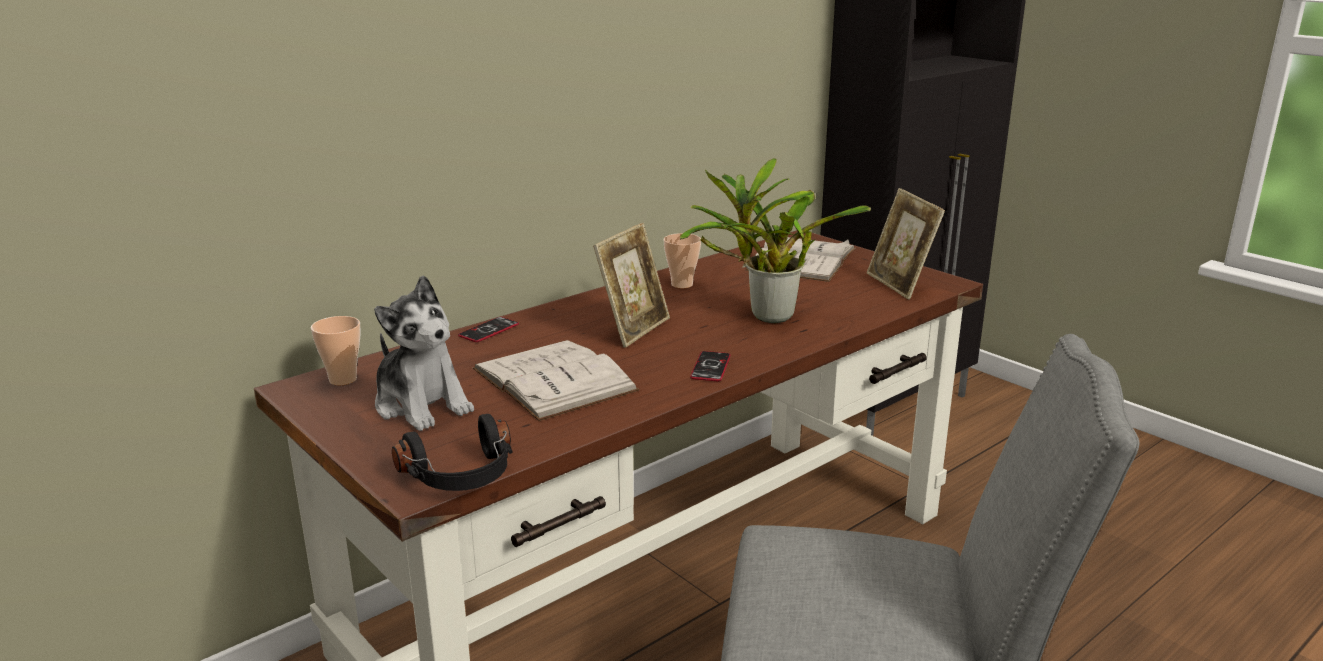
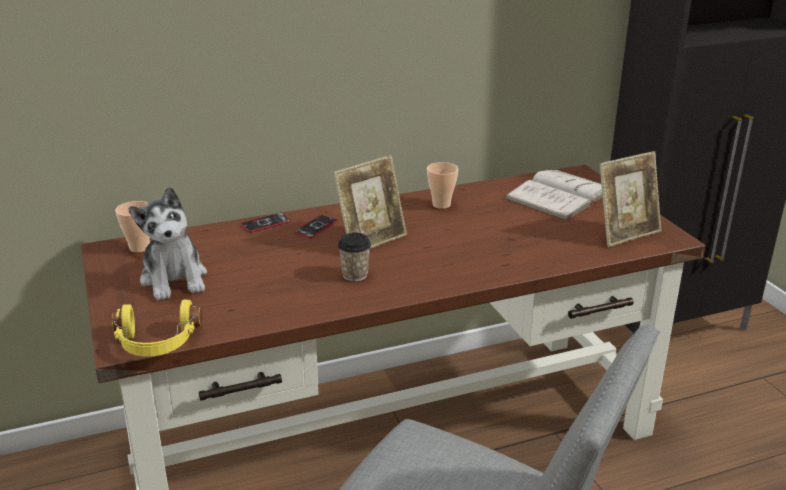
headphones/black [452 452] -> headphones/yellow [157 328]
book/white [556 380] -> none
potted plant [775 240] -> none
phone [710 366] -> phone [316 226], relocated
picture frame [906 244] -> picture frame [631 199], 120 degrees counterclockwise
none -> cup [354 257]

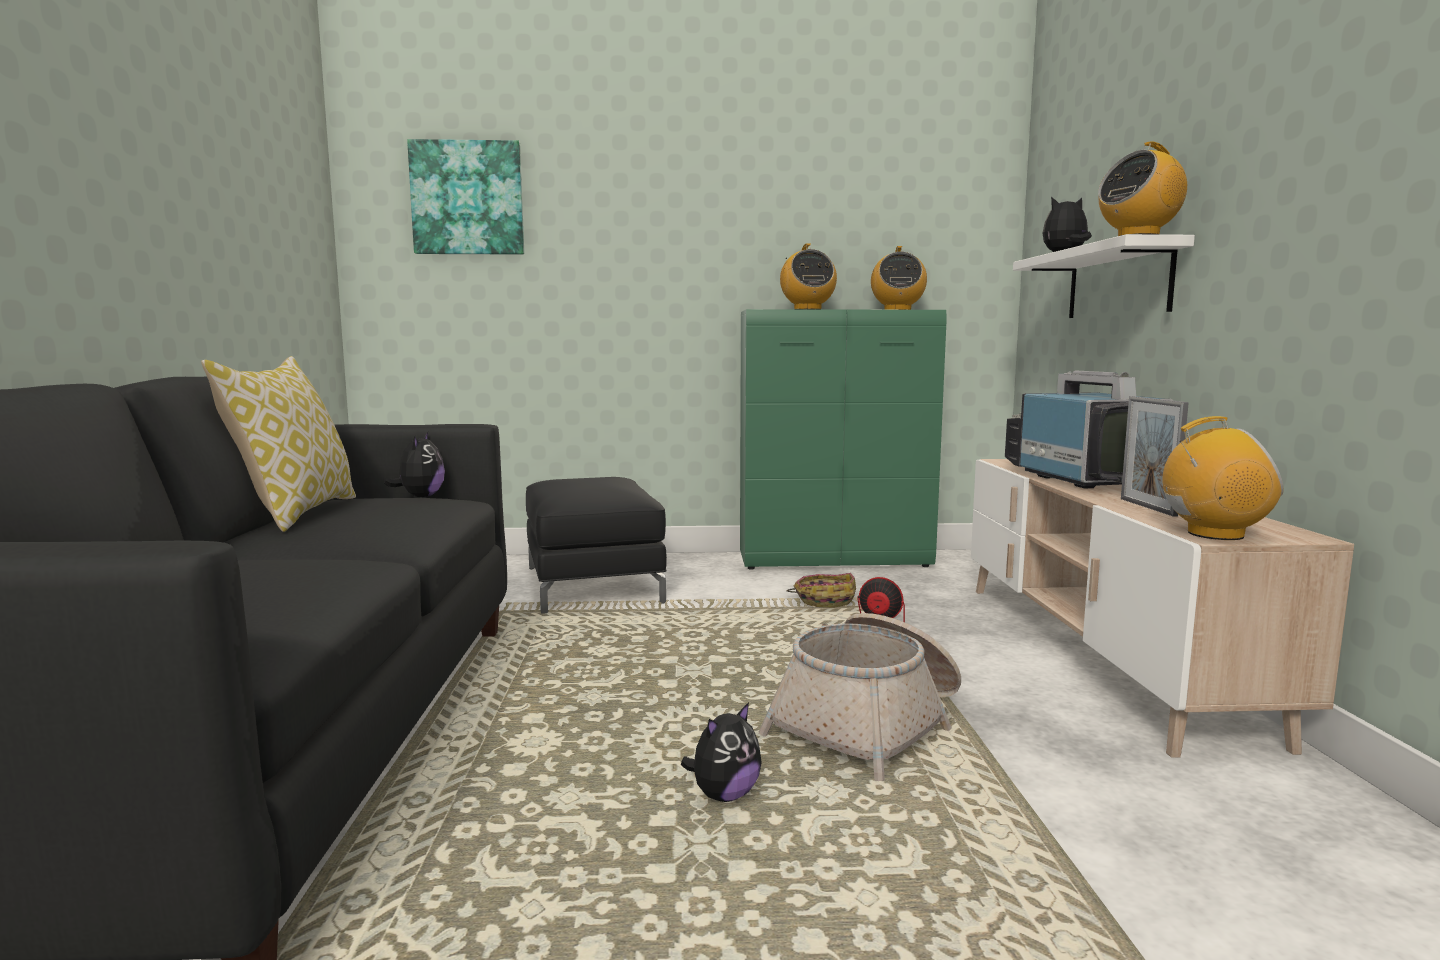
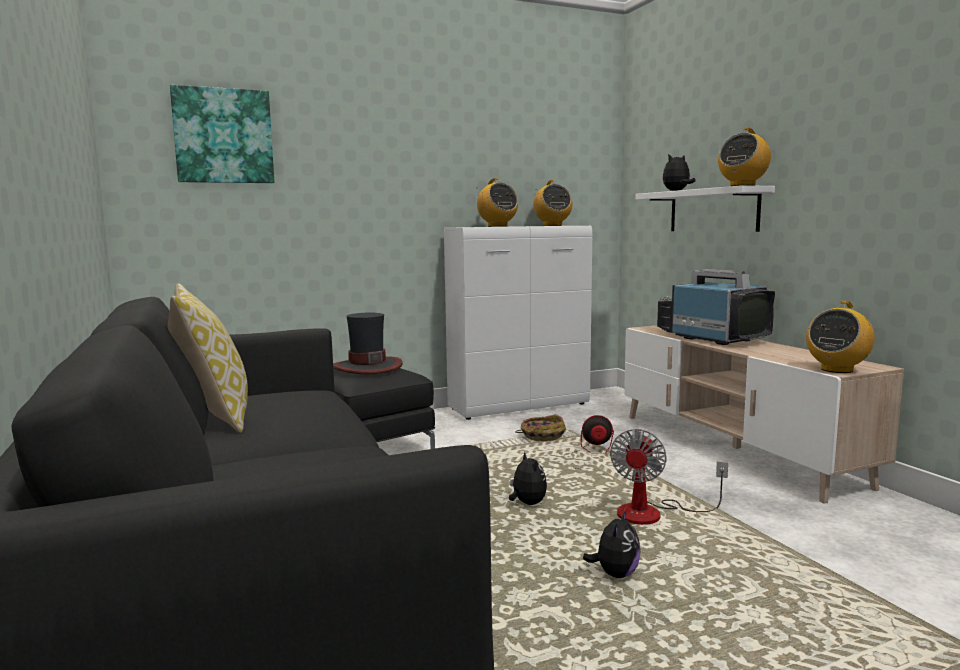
plush toy [414 464] -> plush toy [528 478], relocated
cabinet/green [843 439] -> cabinet/white [518 323]
basket [860 697] -> fan [669 477]
picture frame [1155 456] -> none
radio [1223 478] -> radio [840 337], 150 degrees clockwise
none -> hat [368 343]

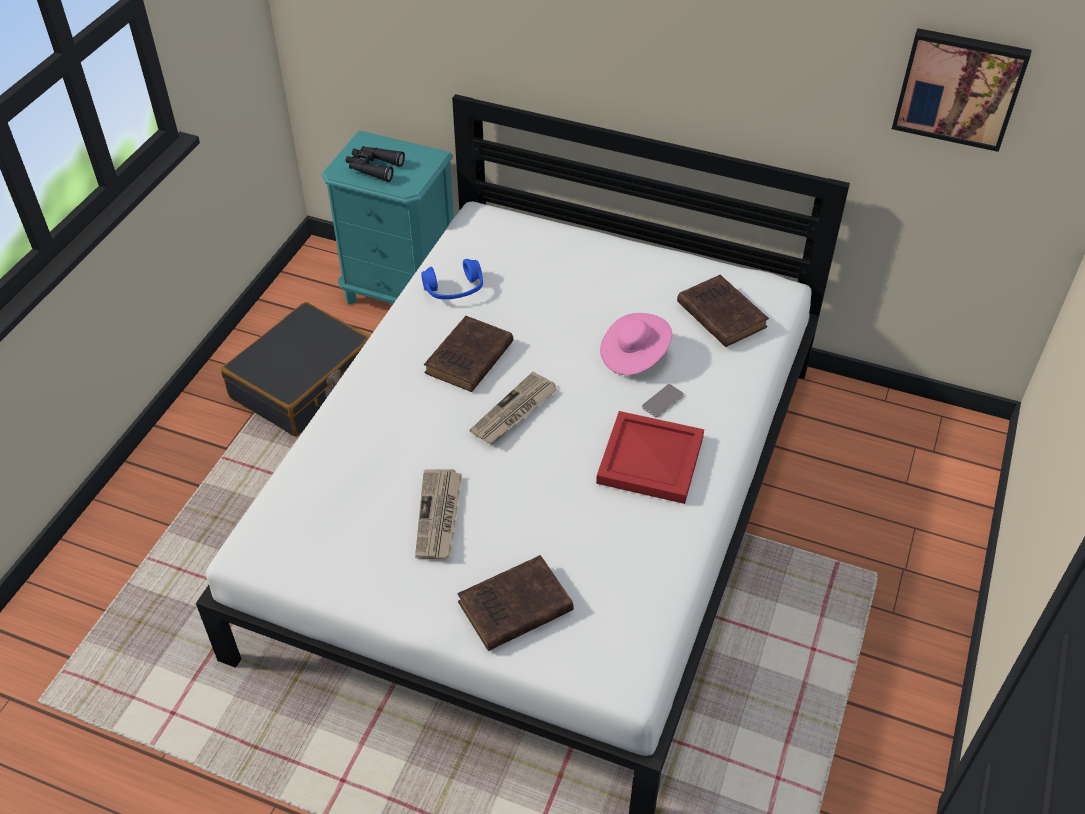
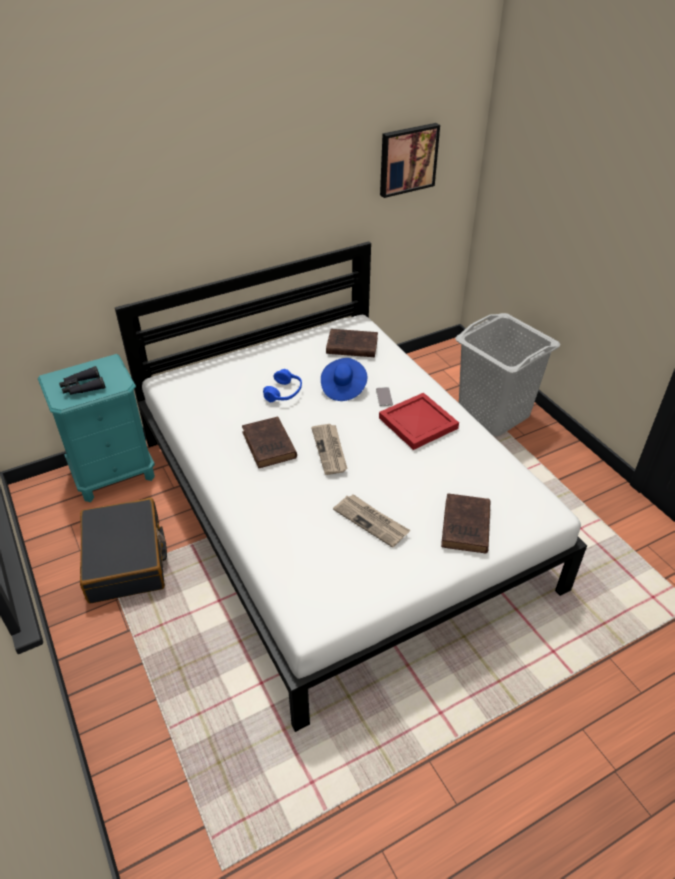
headphones/blue [452 279] -> headphones/blue [282 385], relocated
hat/pink [636 344] -> hat/blue [344 379]
none -> laundry basket/grey [508 374]

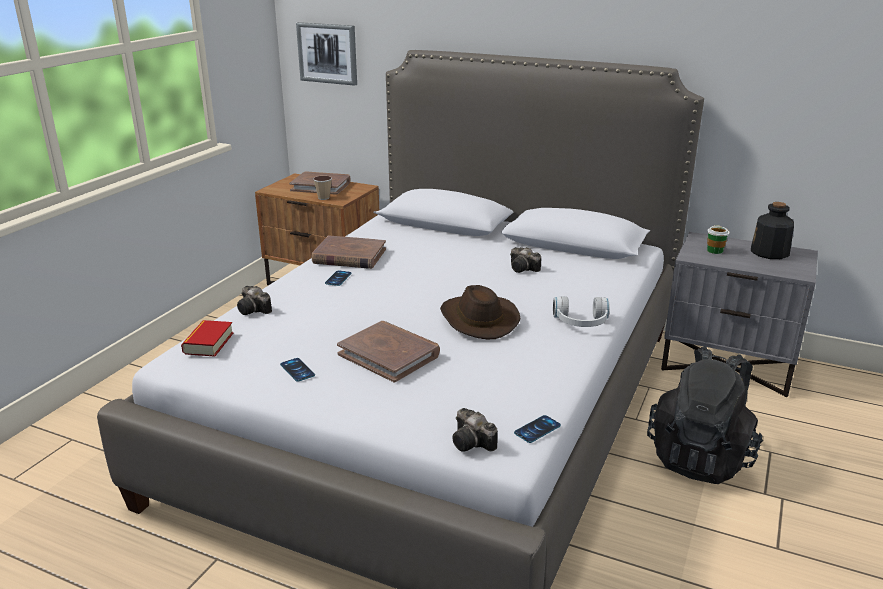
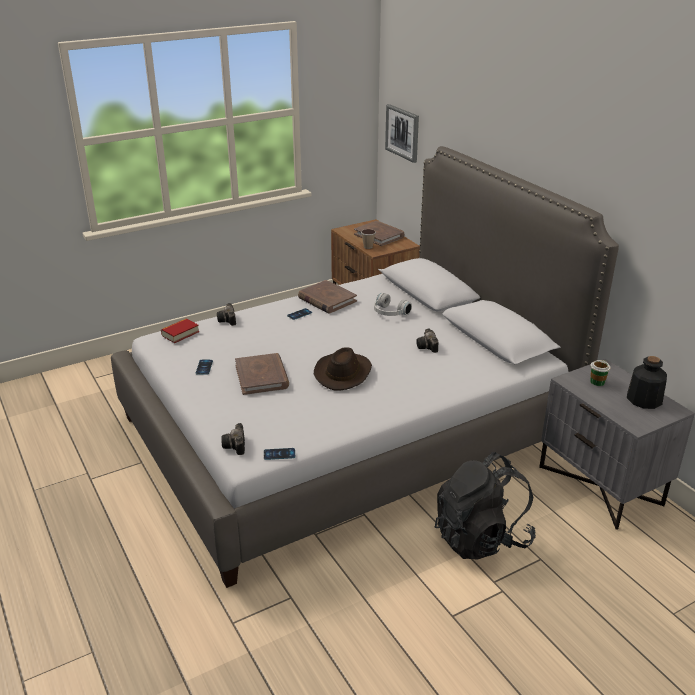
headphones/white [581 311] -> headphones/white [393 304], relocated

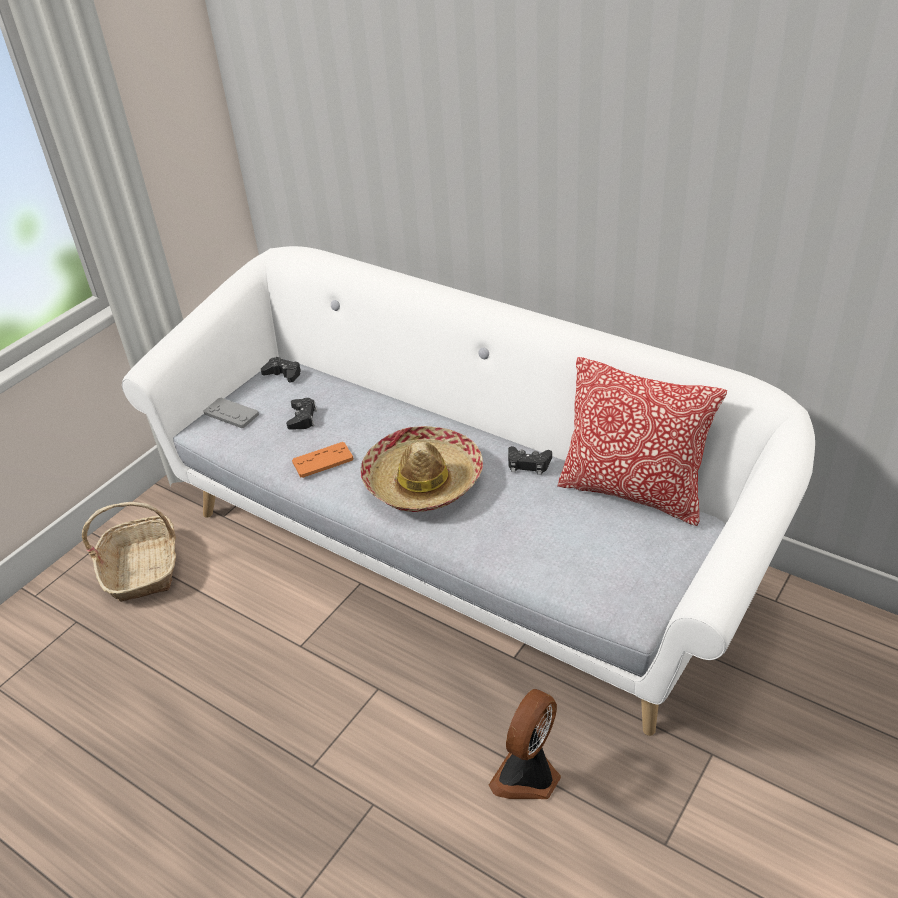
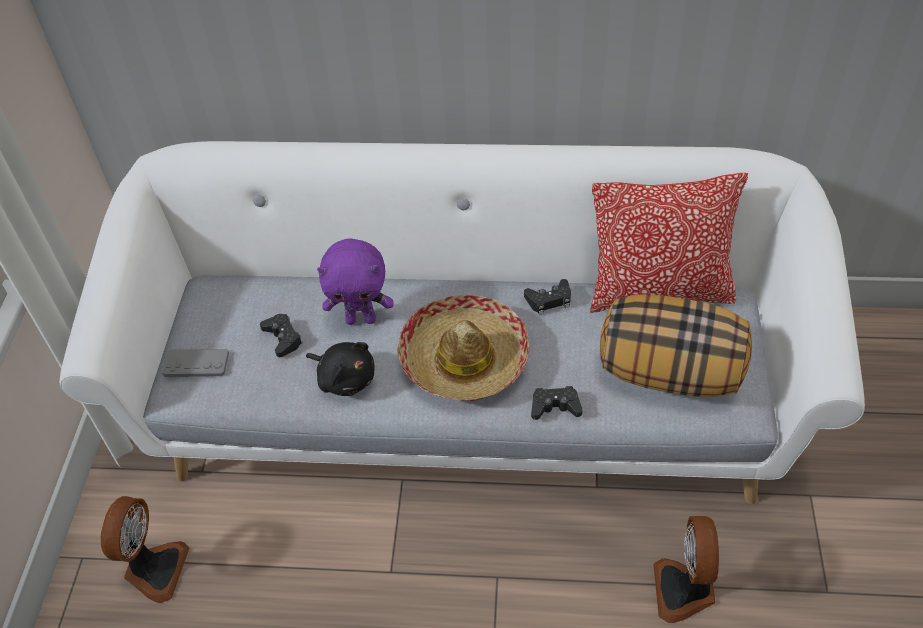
basket [129 552] -> fan [145 549]
game controller/black [281 370] -> game controller/black [557 403], relocated
game controller/orange [322 460] -> plush toy/black [340 369]
none -> plush toy/purple [355 281]
none -> pillow [676 345]

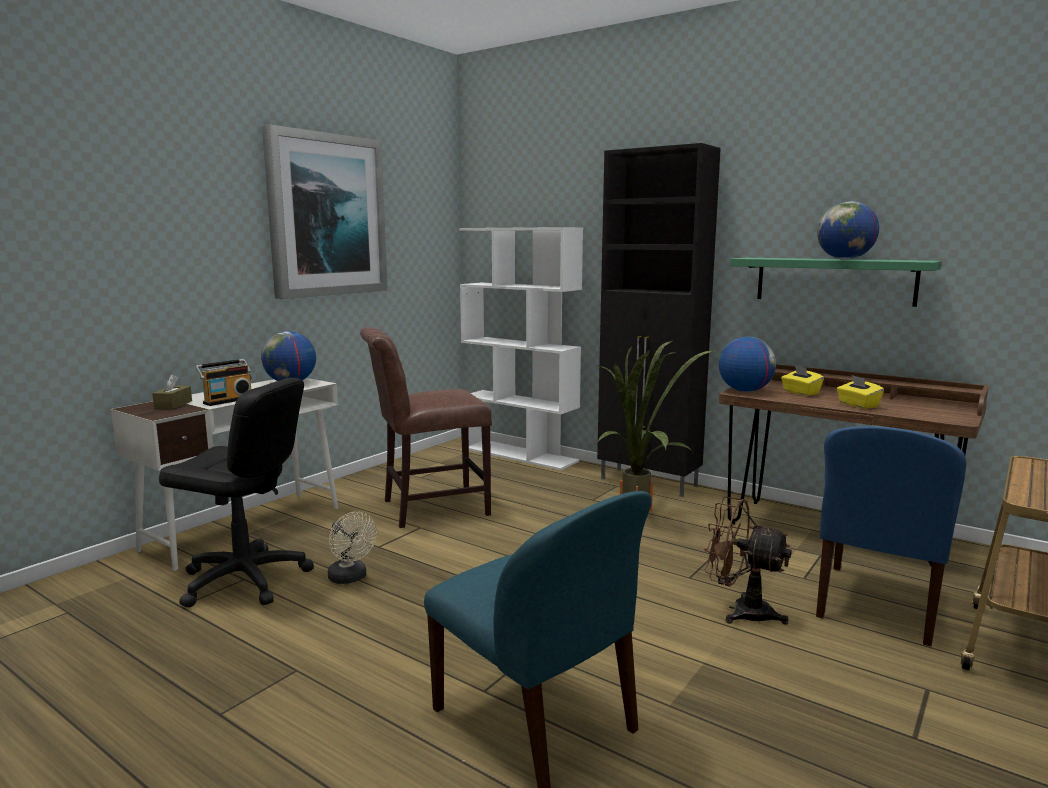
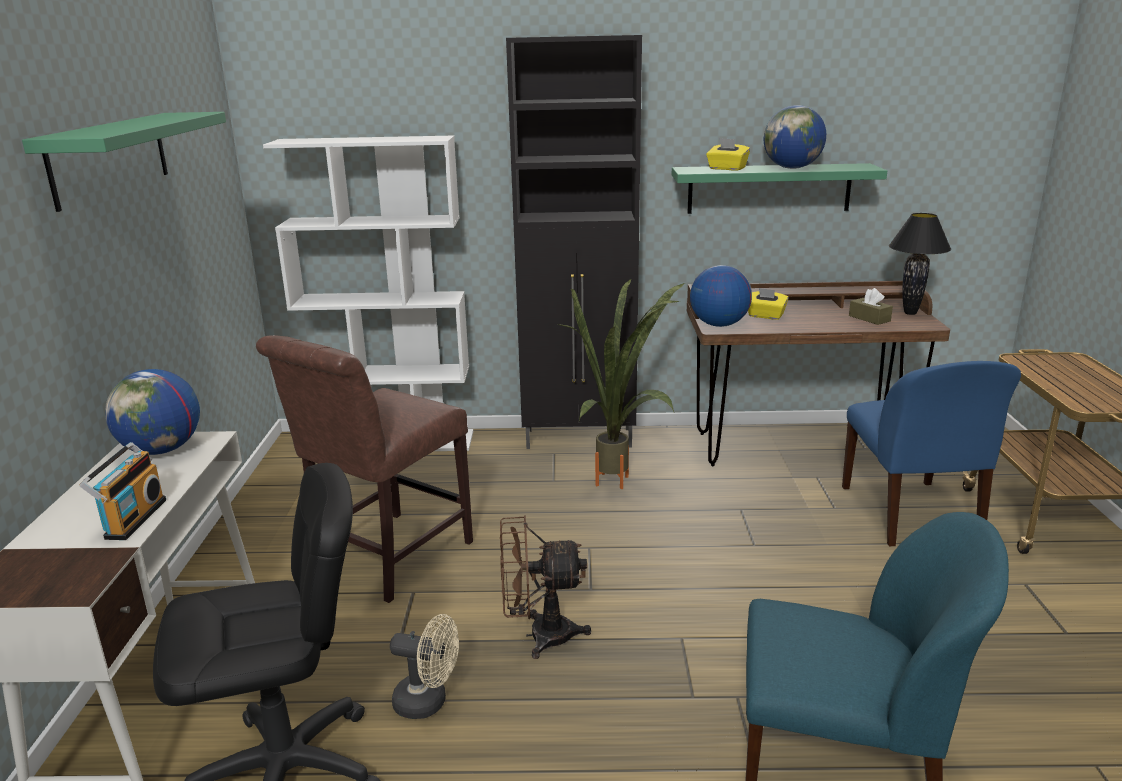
tissue box/brown [172 391] -> tissue box/brown [871 306], relocated
picture [325 211] -> shelf/green [124 162]
fan/brown [748 560] -> fan/brown [545 587], relocated
tissue box/yellow [860 392] -> tissue box/yellow [728 154], relocated
none -> table lamp/black [920 264]

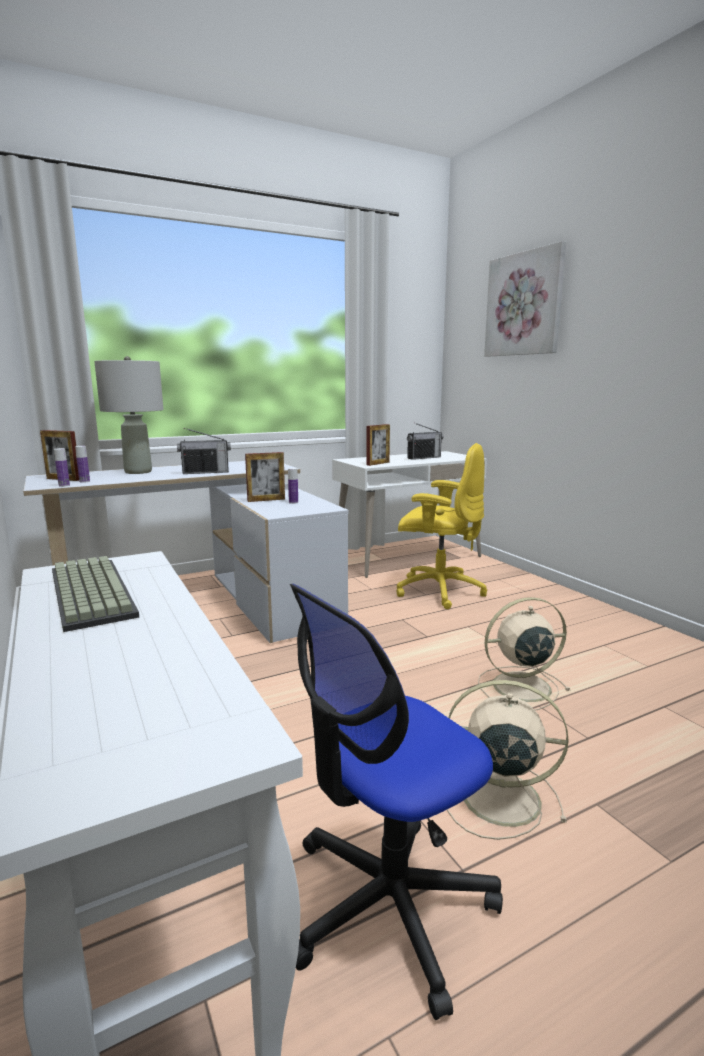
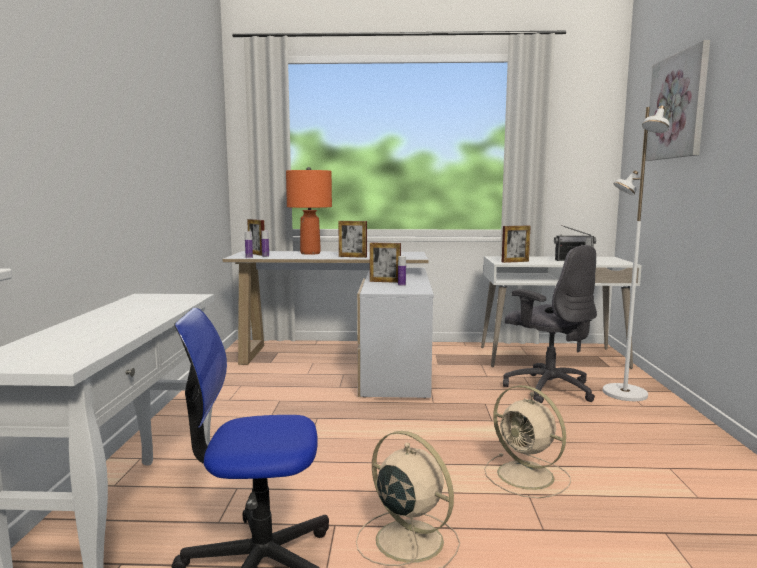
keyboard [95 594] -> none
table lamp/grey [129 415] -> table lamp/orange [309 211]
radio [204 451] -> picture frame [352 239]
office chair/yellow [441 526] -> office chair/grey [550 324]
fan/beige [524 653] -> fan/beige [527 441], 150 degrees counterclockwise
none -> floor lamp/white [636 253]

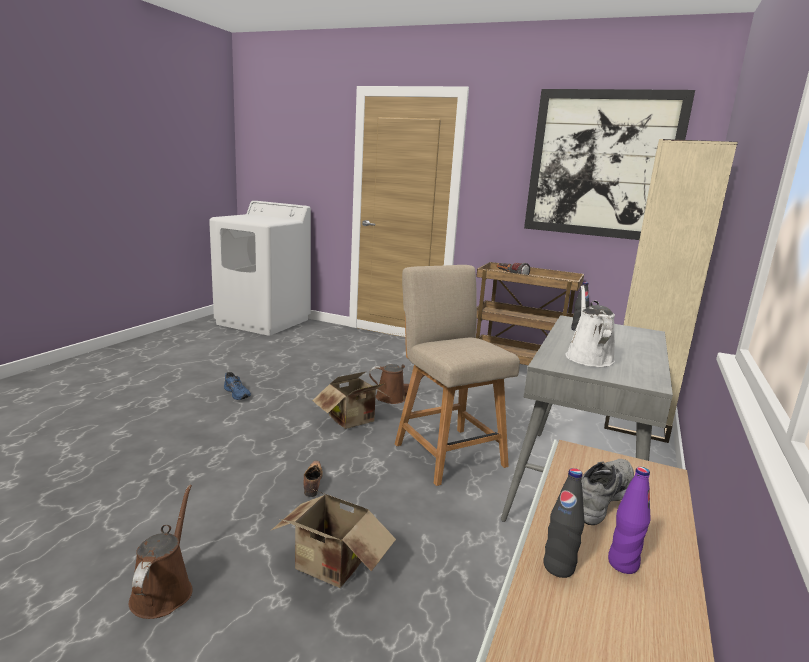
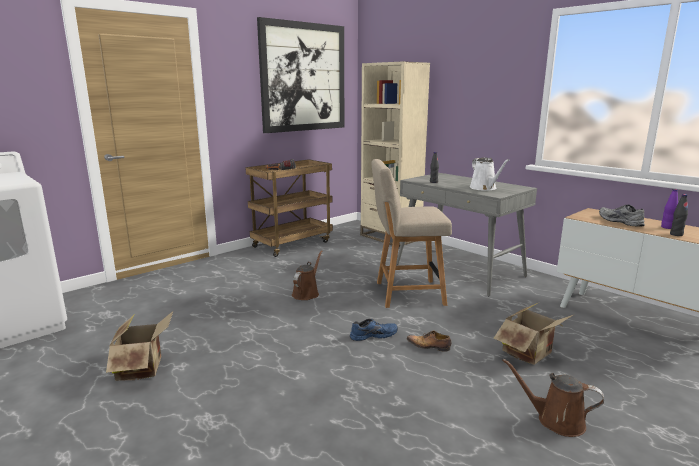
shoe/blue [237 386] -> shoe/blue [374 330], relocated
cardboard box [351 400] -> cardboard box [139 346], relocated
watering can/white [590 326] -> watering can/white [489 174], 135 degrees counterclockwise

